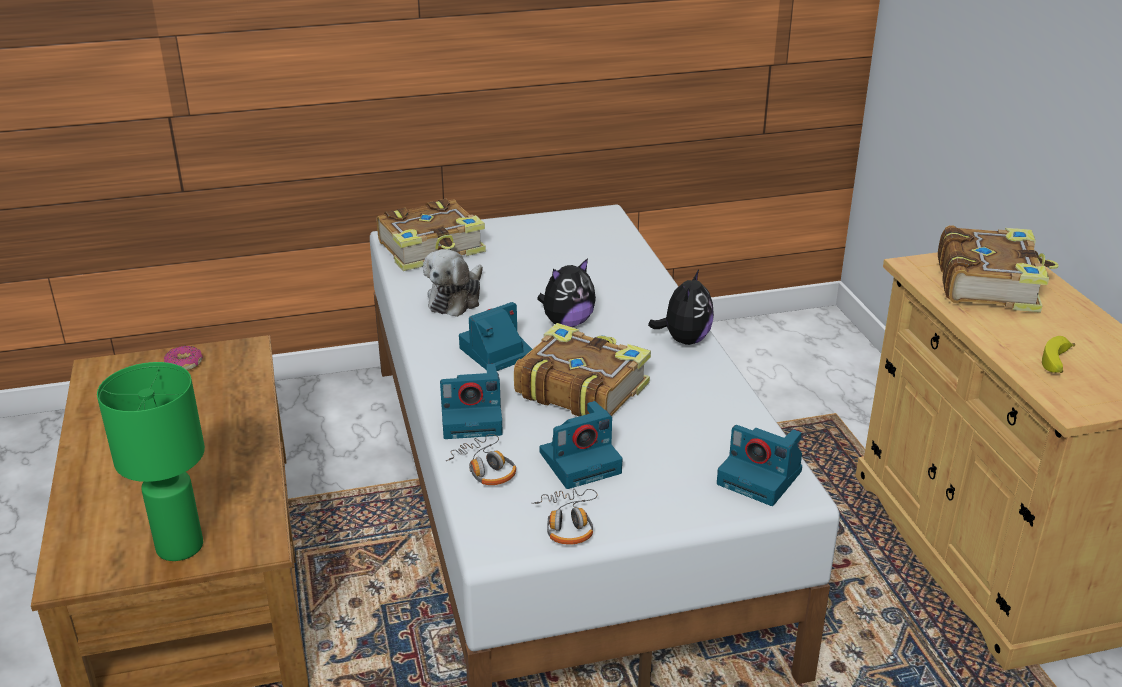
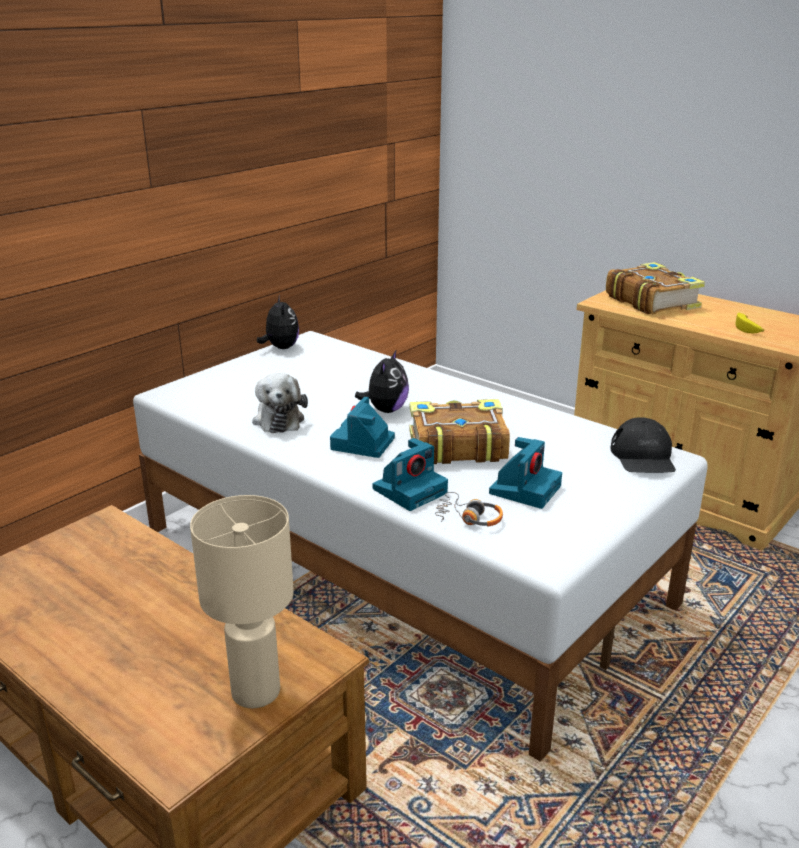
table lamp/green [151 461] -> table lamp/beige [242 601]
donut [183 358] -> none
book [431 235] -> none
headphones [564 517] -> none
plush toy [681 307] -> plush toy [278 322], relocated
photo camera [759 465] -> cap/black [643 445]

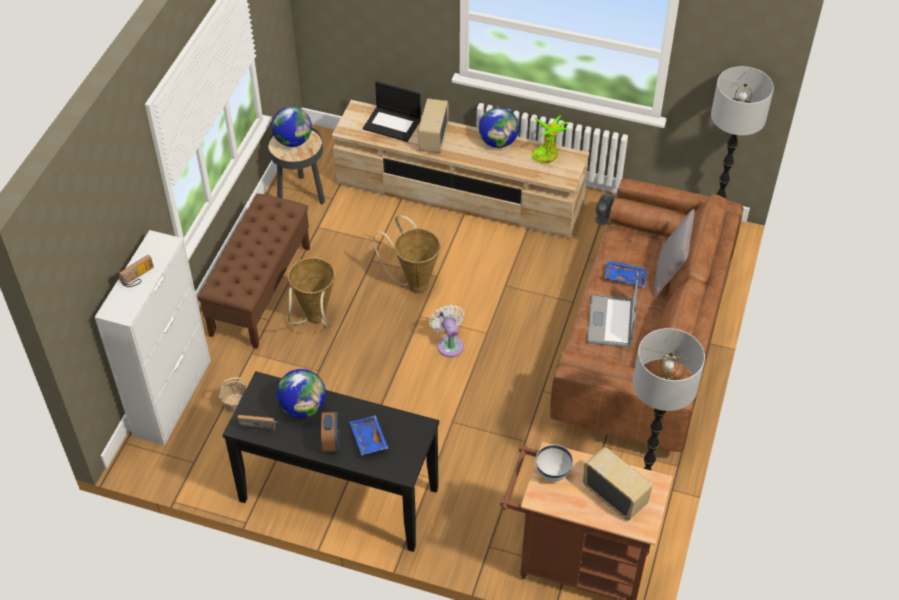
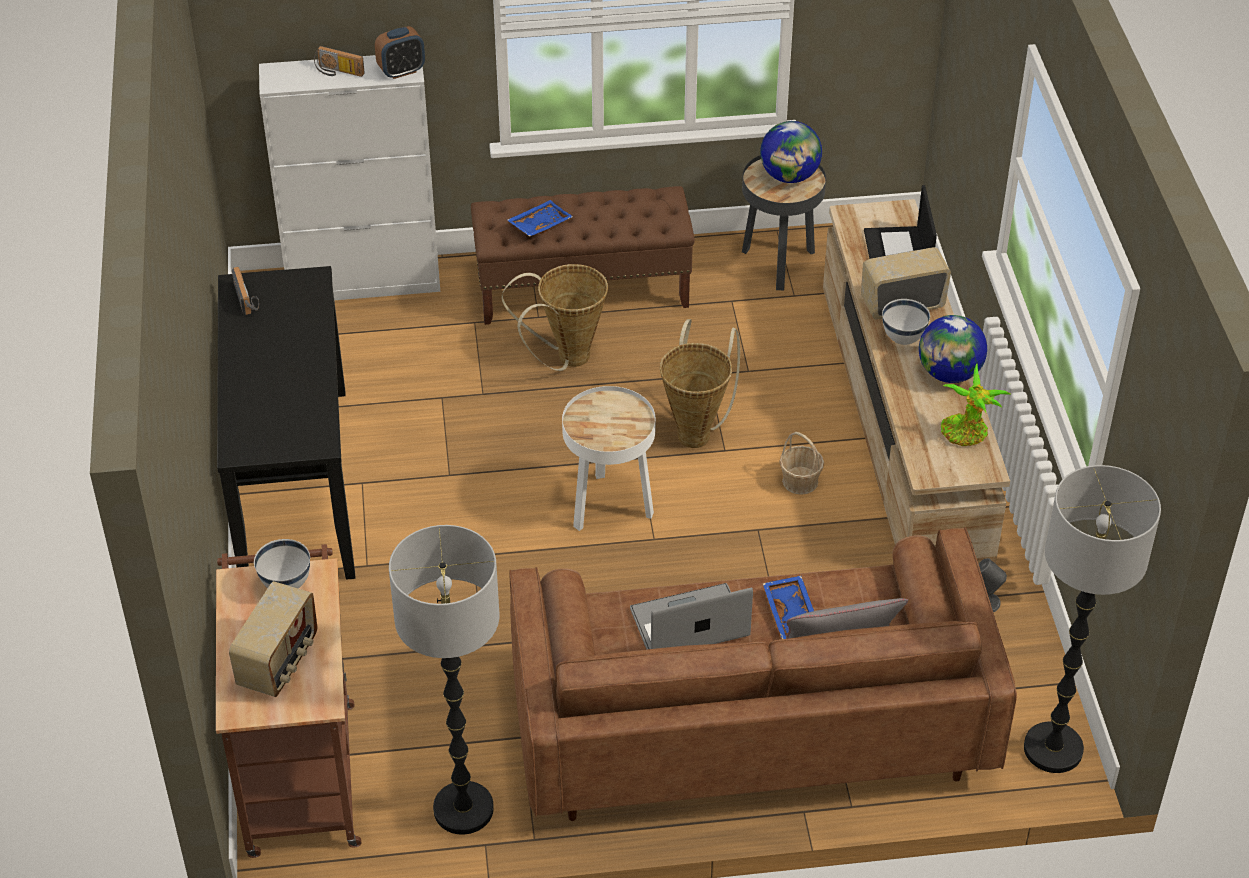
basket [233 395] -> basket [801 463], relocated
globe [301 393] -> none
alarm clock [330 432] -> alarm clock [400 52], relocated
tray/blue [368 435] -> tray/blue [540 218], relocated
fan/white [446 330] -> side table/white [609 458]
none -> bowl/white [906 322]

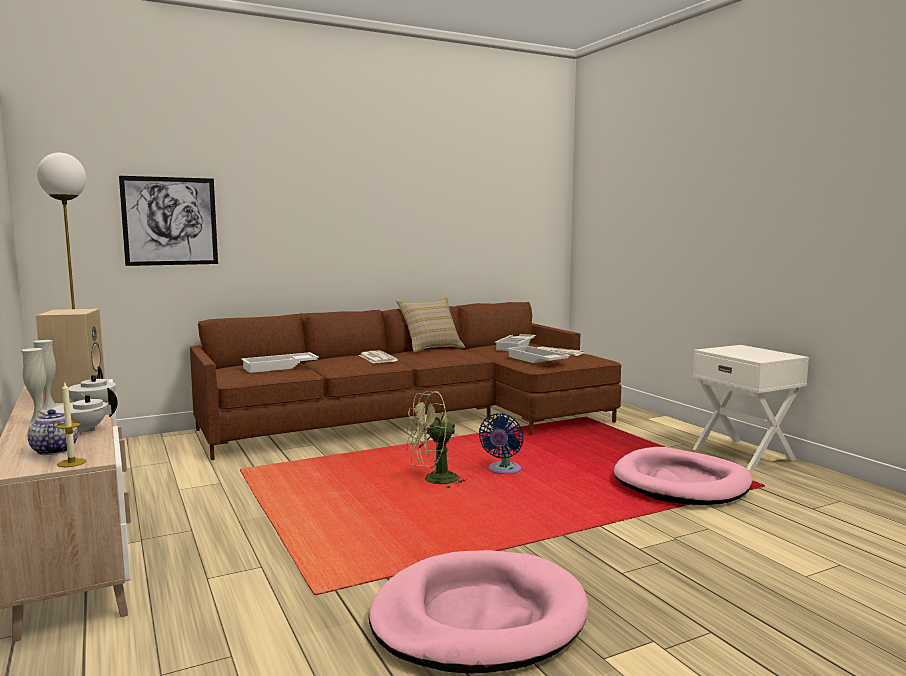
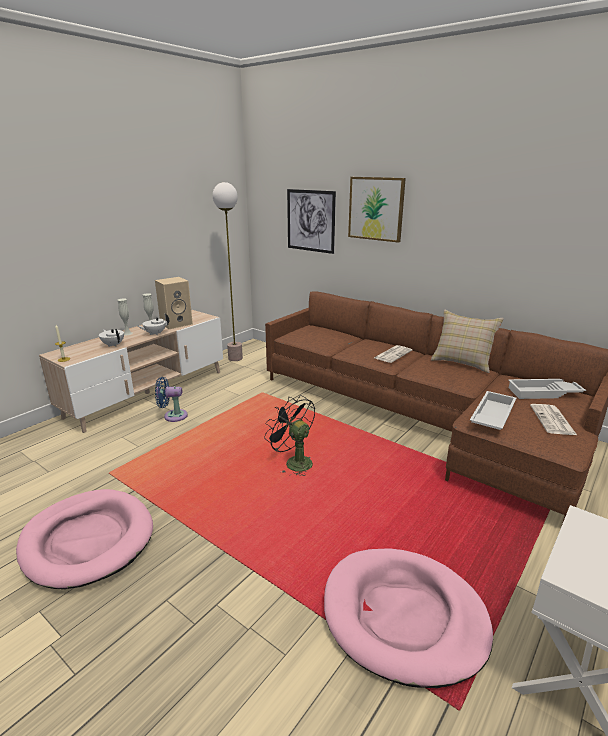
teapot [53 432] -> none
tray/white [280 362] -> none
fan/green [436 440] -> fan/black [289 435]
fan/blue [501 443] -> fan/blue [171 399], relocated
none -> picture [377 210]

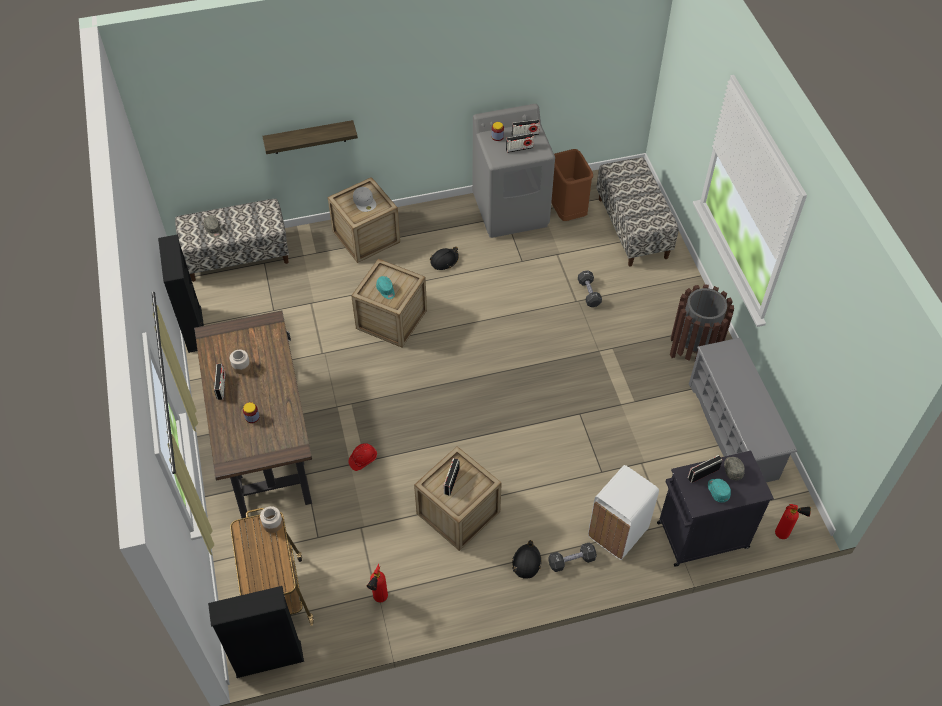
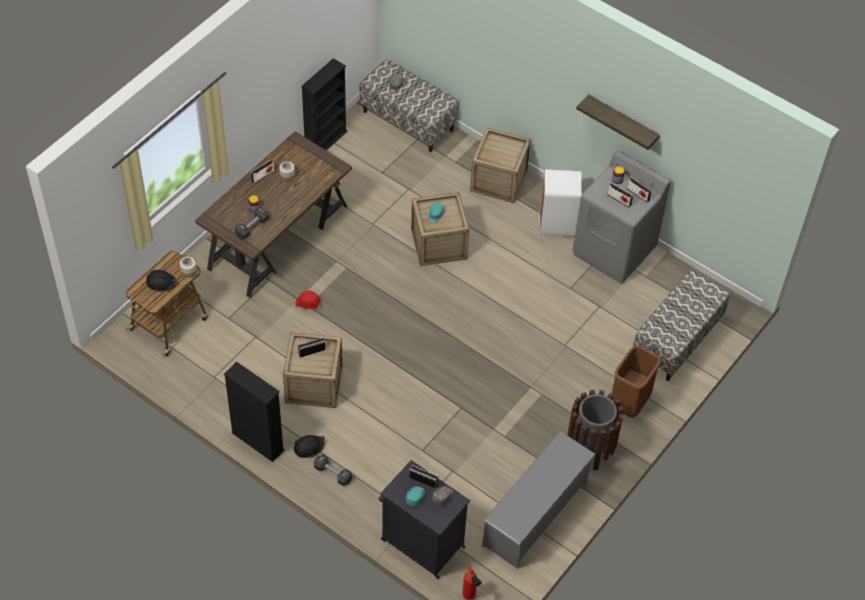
bookcase/black [256 632] -> bookcase/black [254 412], relocated
shelf [310 137] -> shelf [618 122], relocated
cap/white [364 199] -> none
fire extinguisher [377 583] -> none
hard hat/black [444 258] -> hard hat/black [161 280], relocated
trash can/brown [572 185] -> trash can/brown [636 382], relocated
dumbbell/black [590 288] -> dumbbell/black [252 223], relocated
trash can/white [623 512] -> trash can/white [560 203], relocated

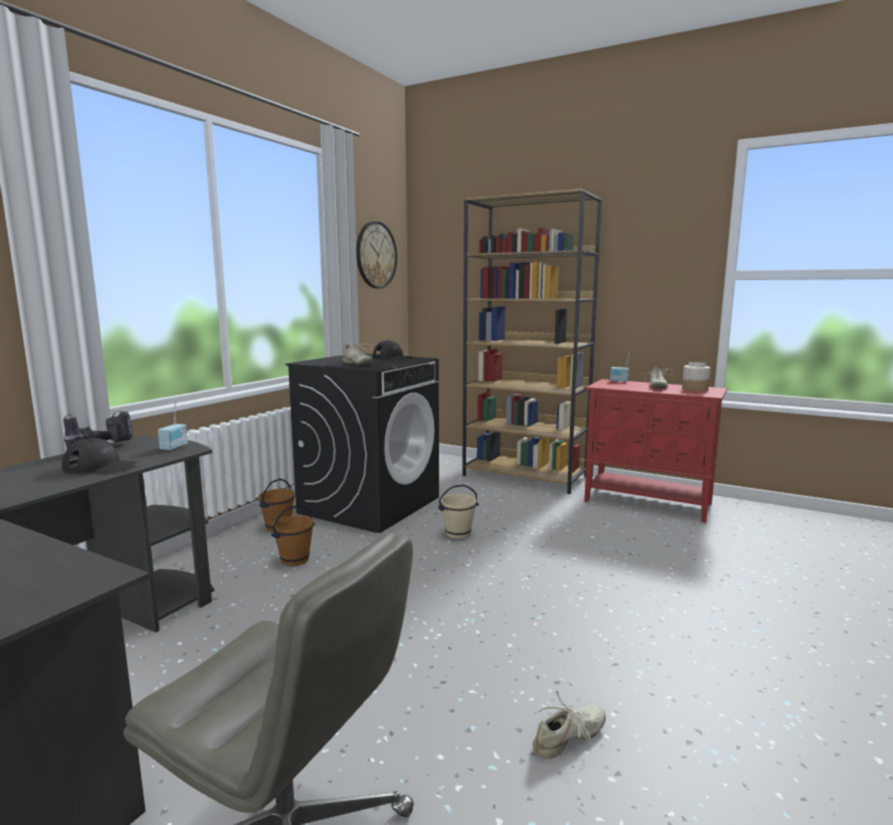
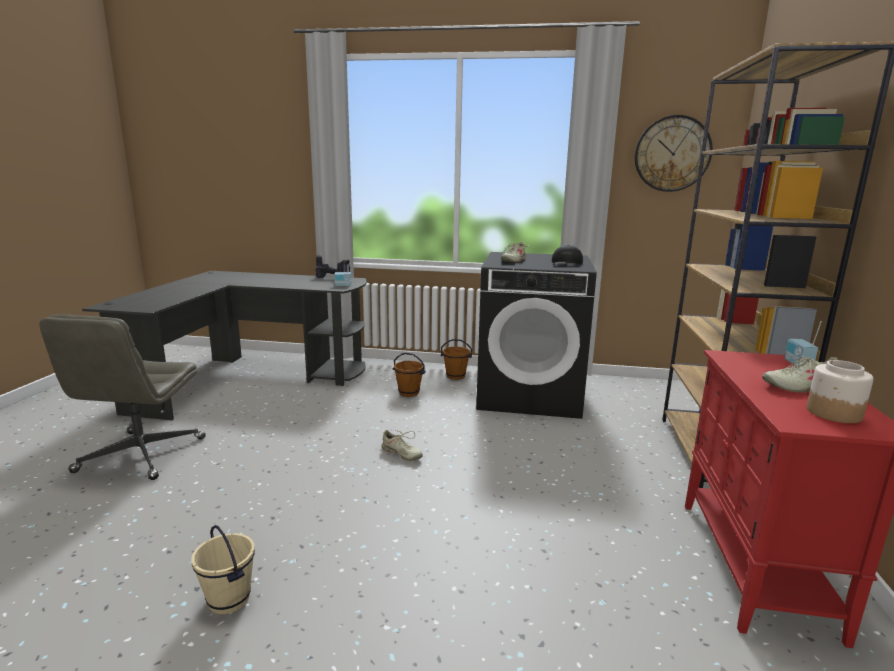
cap/black [101 456] -> none
bucket/beige [458 512] -> bucket/beige [223 569], relocated
shoe/beige [569 724] -> shoe/beige [402 445], relocated

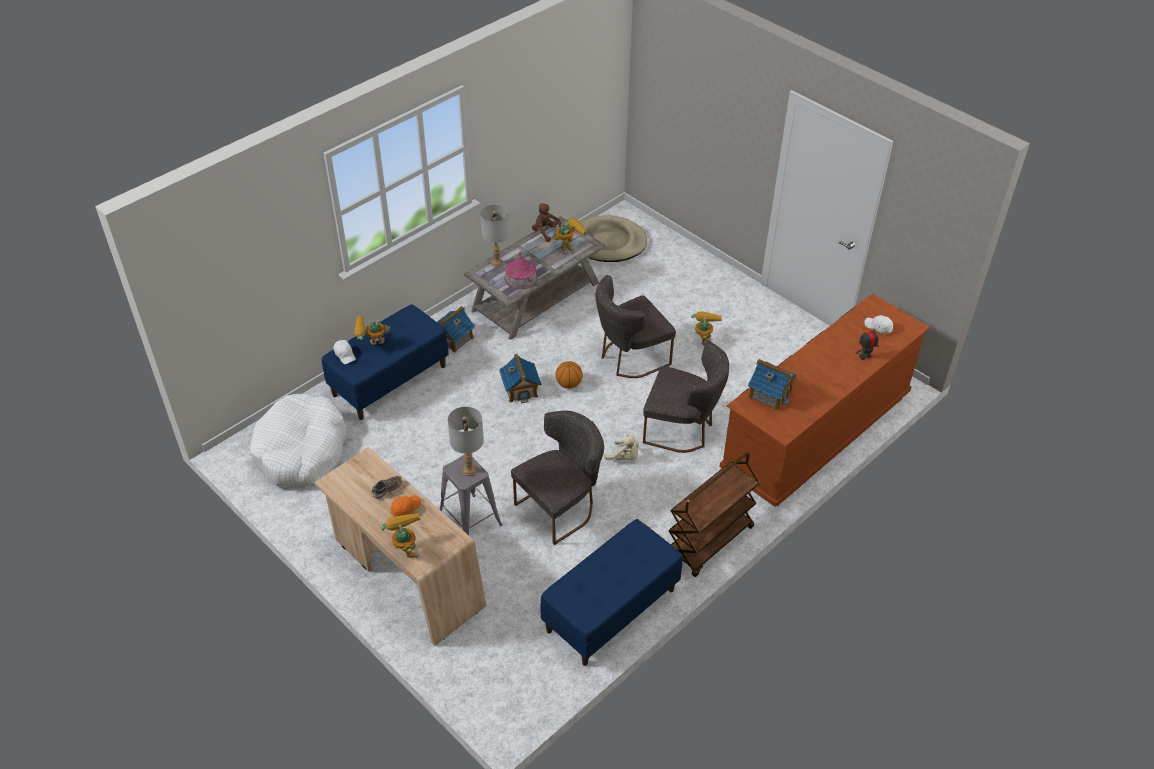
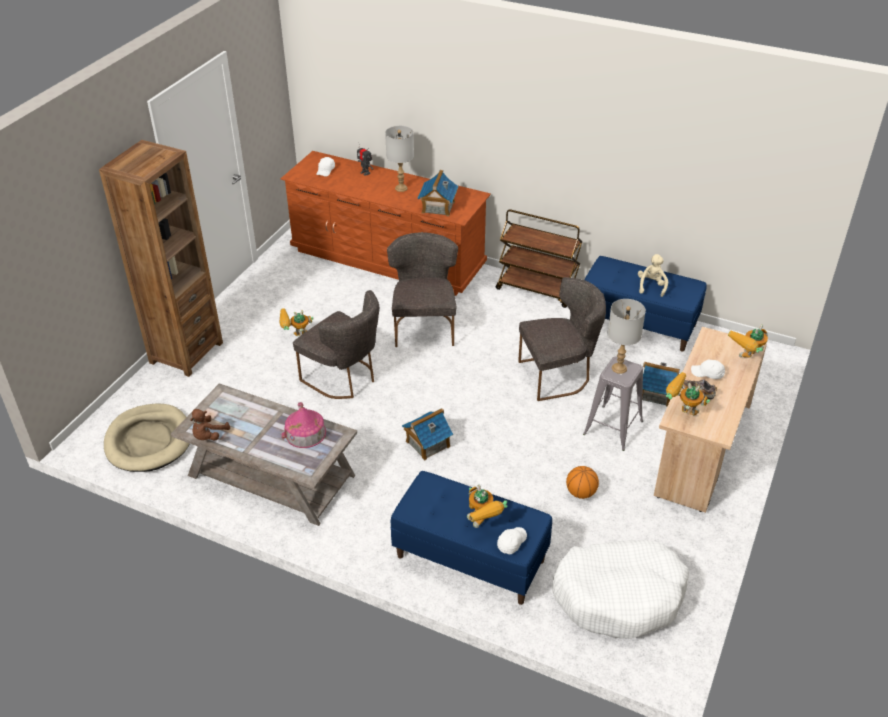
cap/orange [406 506] -> cap/white [708 369]
toy house [456 329] -> toy house [658 384], relocated
table lamp/grey [494 235] -> table lamp/grey [399 159], relocated
chair/grey [557 478] -> chair/grey [562 339], 135 degrees clockwise
toy robot [570 236] -> toy robot [688 393], relocated
basketball [569 375] -> basketball [582 482], relocated
plush toy/beige [621 447] -> plush toy/beige [653 275], relocated
none -> bookcase/brown [161 258]

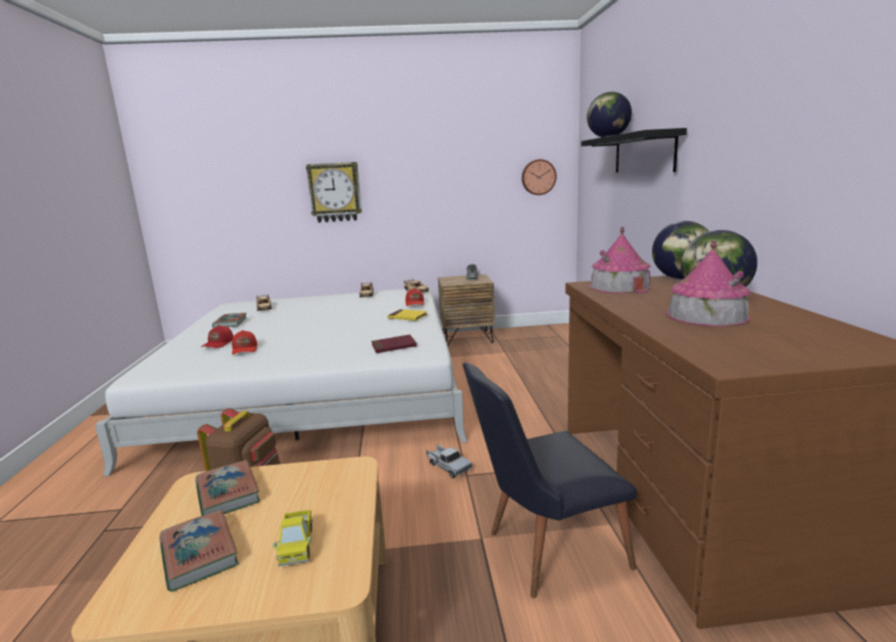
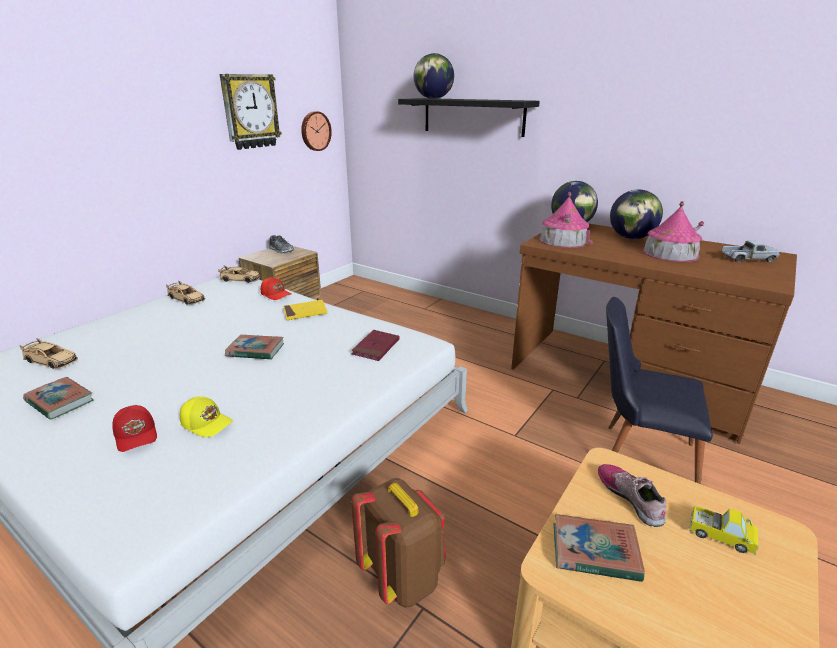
book [198 551] -> book [254 347], relocated
cap/red [245 342] -> cap/yellow [206 416]
wall clock [334 192] -> wall clock [250 112], relocated
toy truck [449 461] -> toy truck [750 251], relocated
chair/black [550 480] -> chair/black [659 390], 90 degrees clockwise
none -> shoe [632 495]

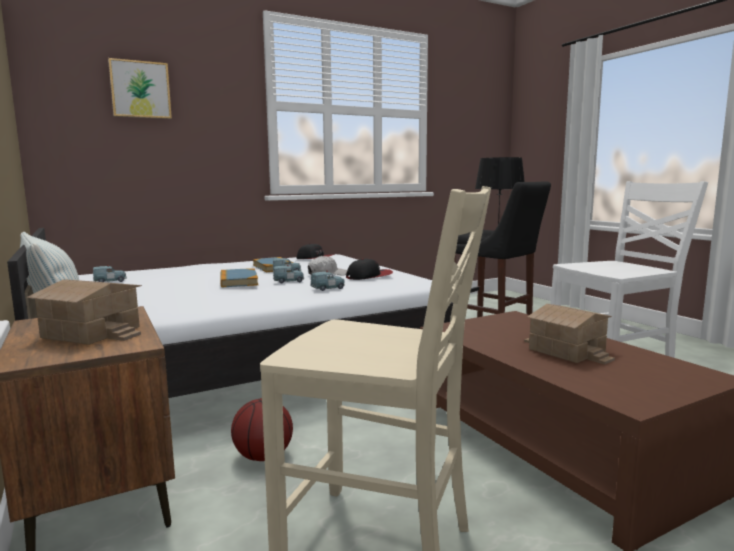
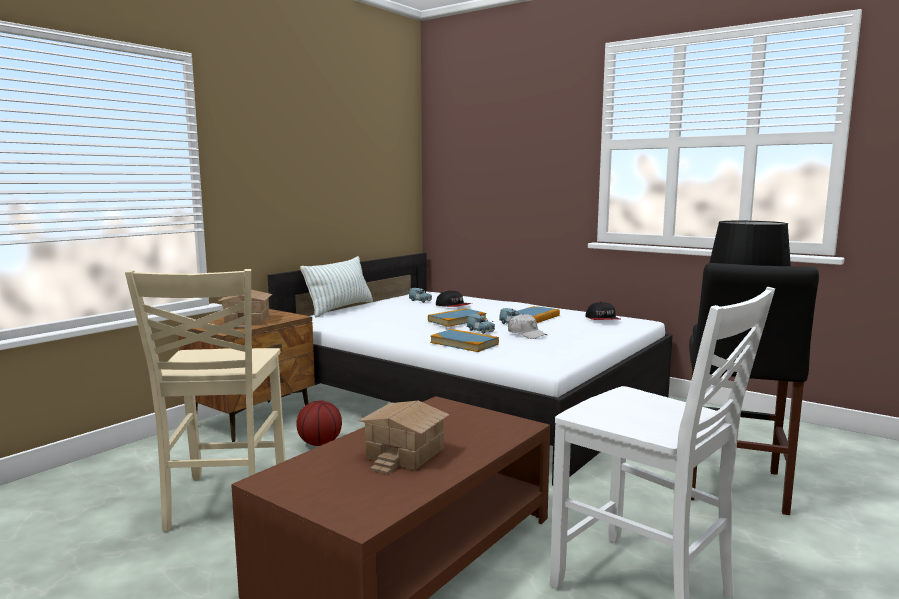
picture [140 88] -> none
toy car/blue [327 281] -> book [464 340]
cap [369 269] -> cap [454 298], relocated

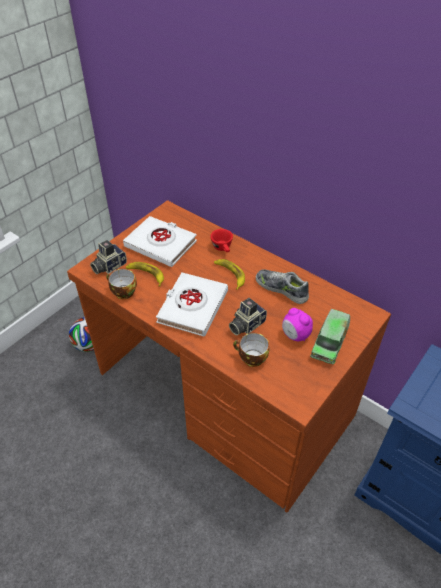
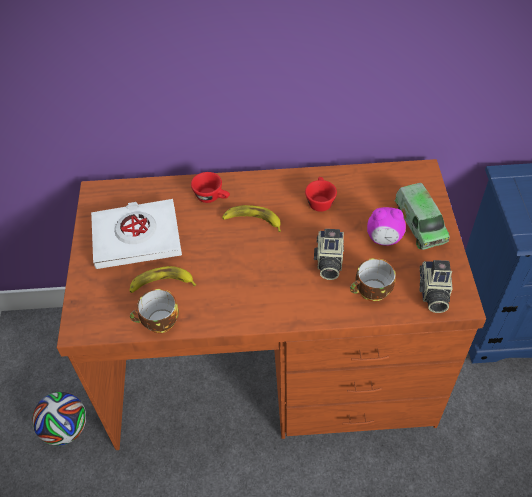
photo camera [108 257] -> photo camera [436 286], relocated
book/white [192 305] -> none
shoe [282 286] -> cup/red [321 194]

